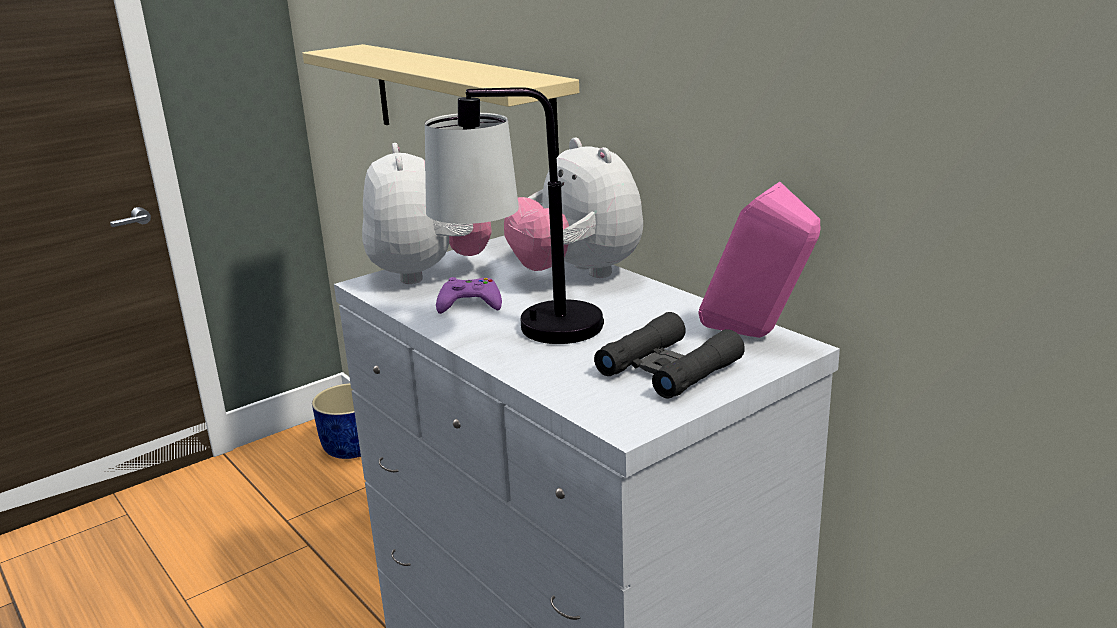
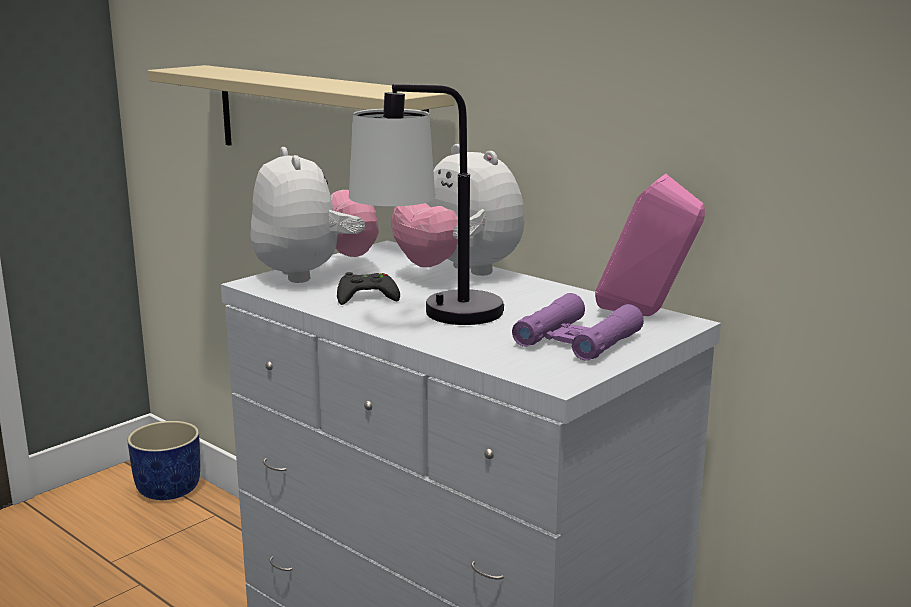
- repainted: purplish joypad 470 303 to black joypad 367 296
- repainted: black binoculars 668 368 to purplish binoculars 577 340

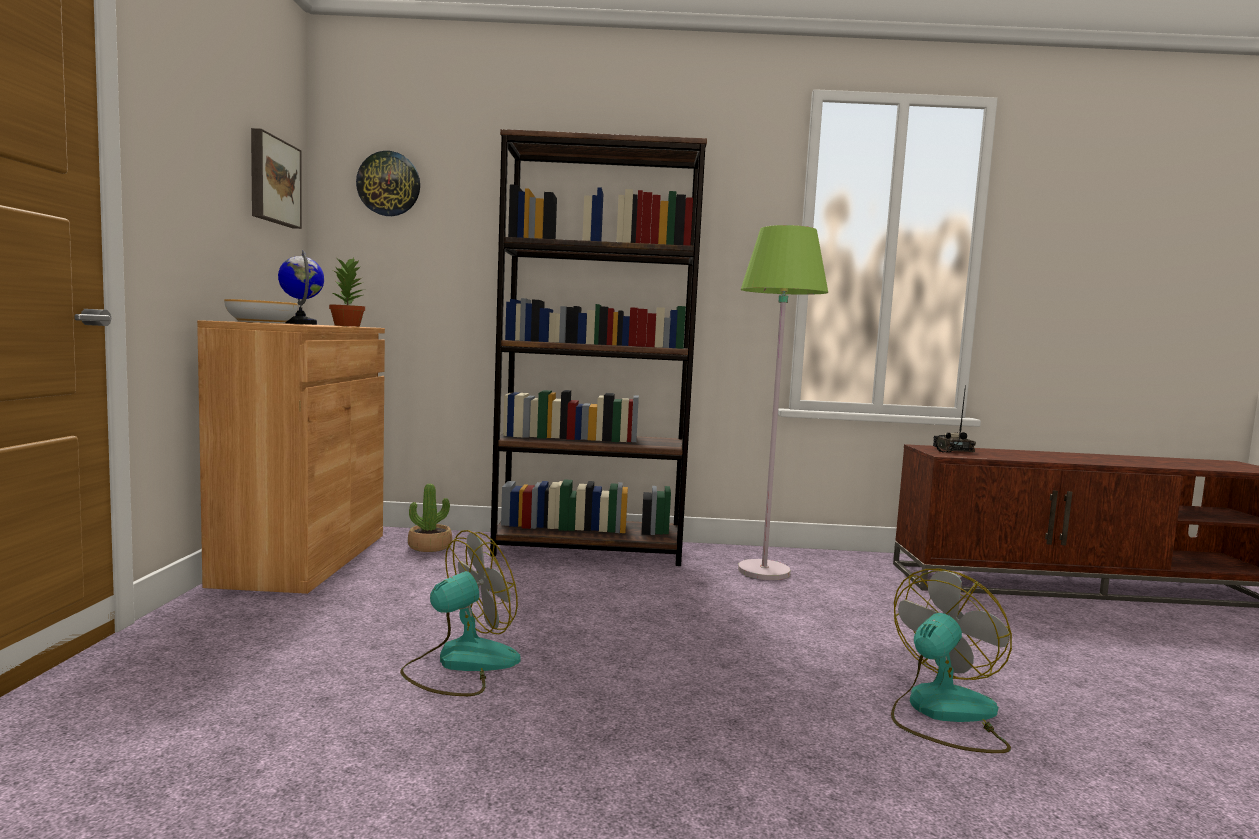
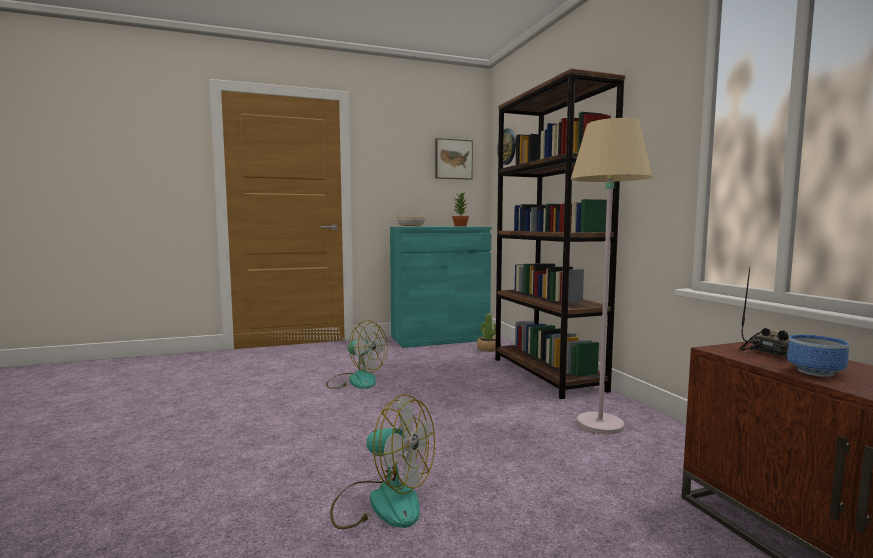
- gone: world globe 301 324
- new: bowl 816 372
- repainted: brownish cabinet 303 558 to turquoise-coloured cabinet 439 338
- repainted: green standard lamp 764 571 to beige standard lamp 600 424

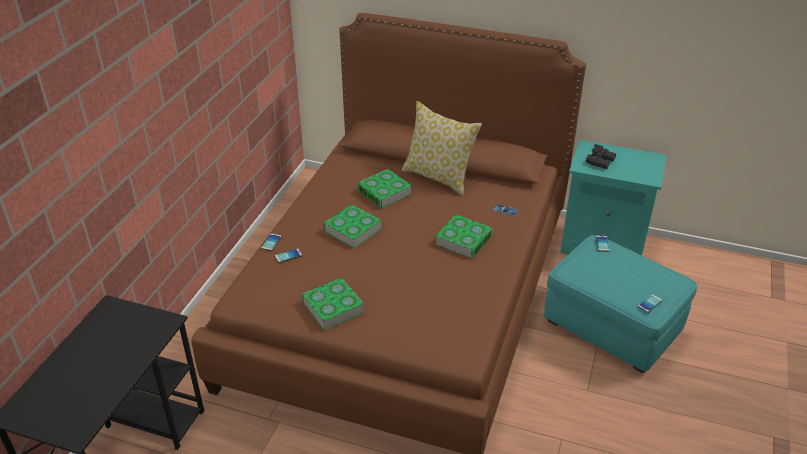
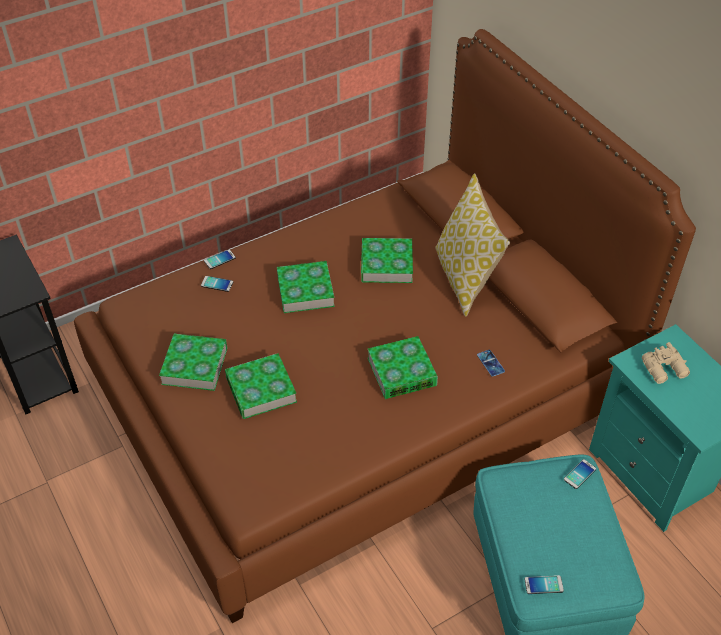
- new: volume 261 390
- repainted: black binoculars 601 161 to beige binoculars 665 370

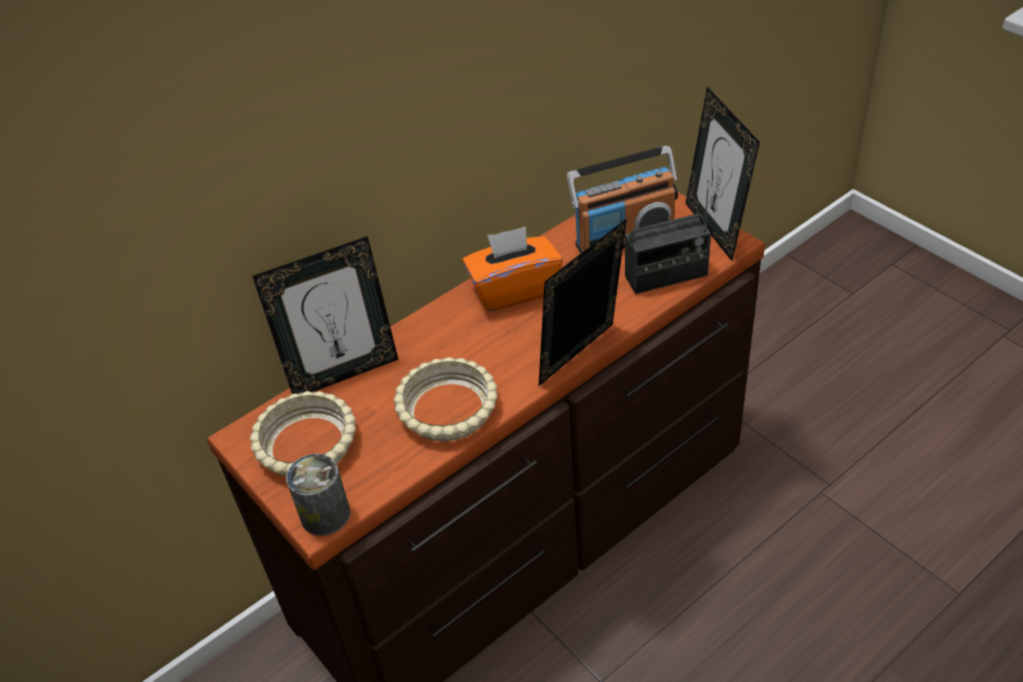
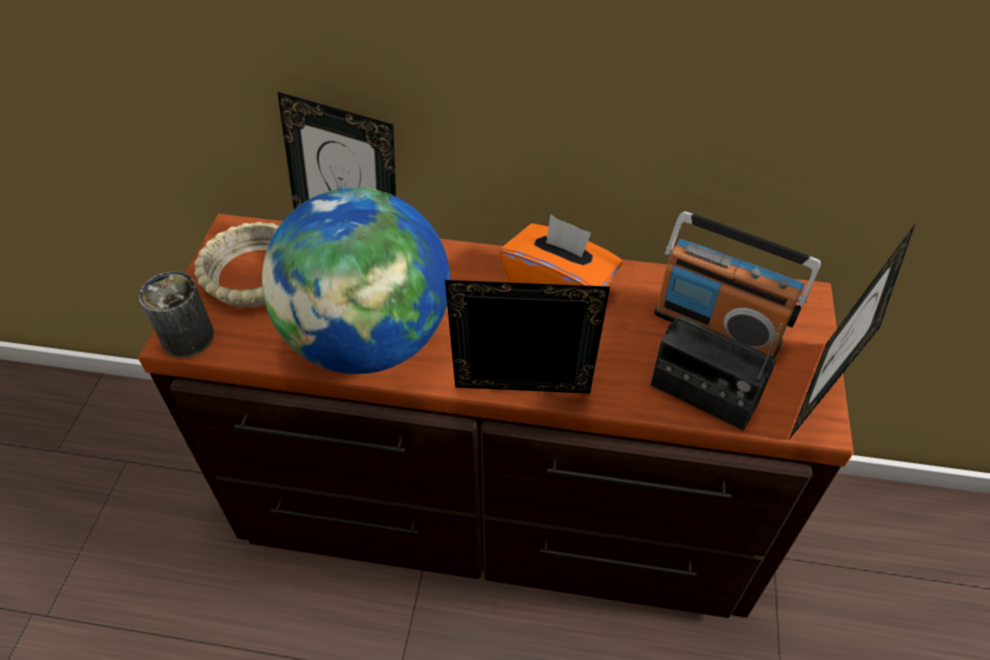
- swapped: beige bowl 448 410 to world globe 369 340

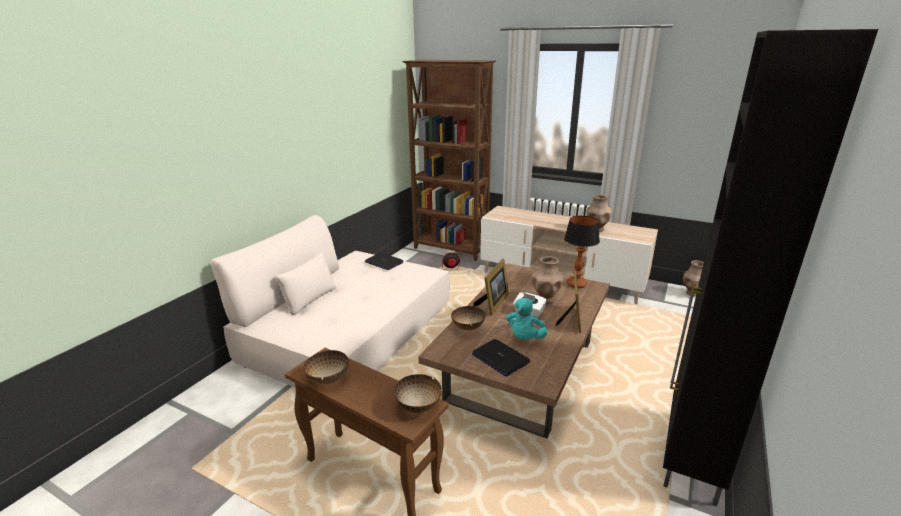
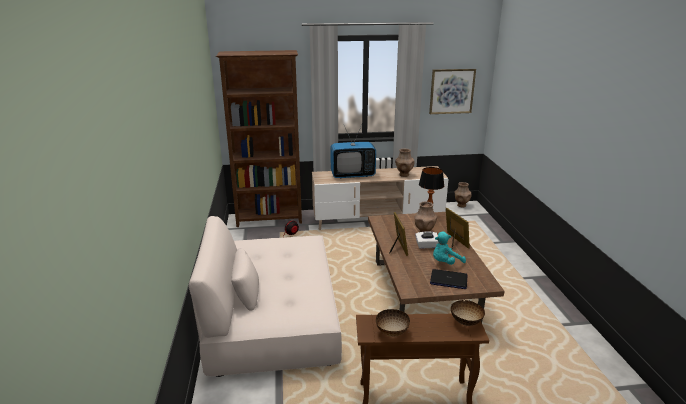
- gone: notebook computer 384 262
- gone: bowl 467 327
- gone: black cabinet 691 456
- new: television 352 175
- new: picture 451 91
- rotated: turquoise-coloured plush toy 525 338 = 445 262 75 degrees clockwise

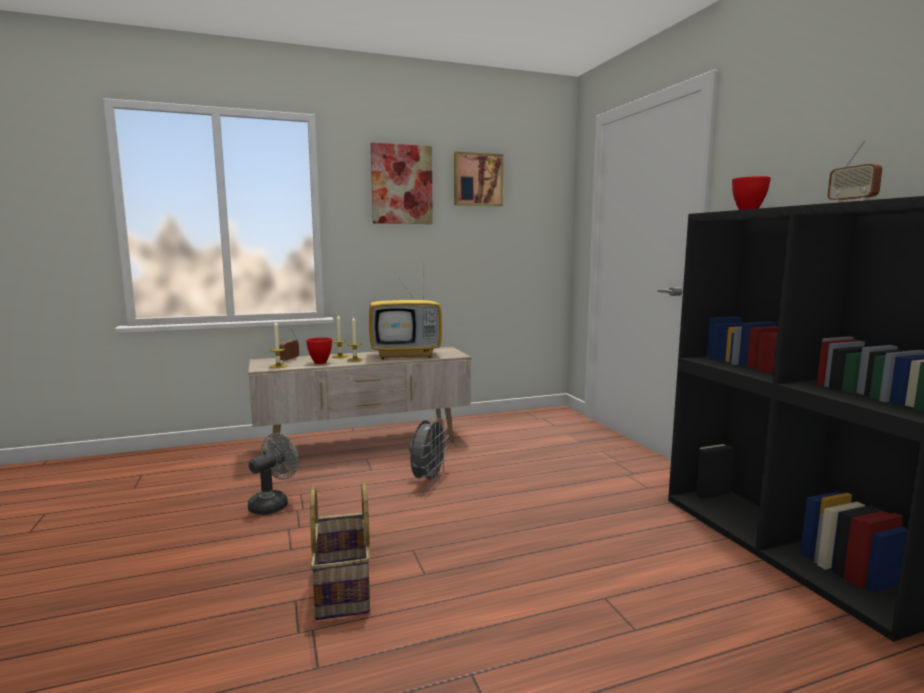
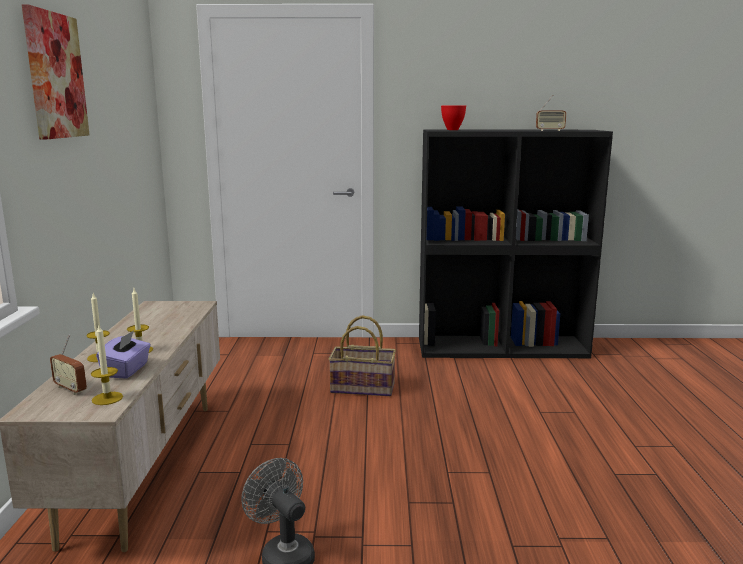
- gone: television 406 355
- gone: gray cooling fan 428 480
- gone: picture 477 180
- shifted: storage basket 344 588 to 363 387
- swapped: reddish bowl 320 362 to purplish tissue box 126 370

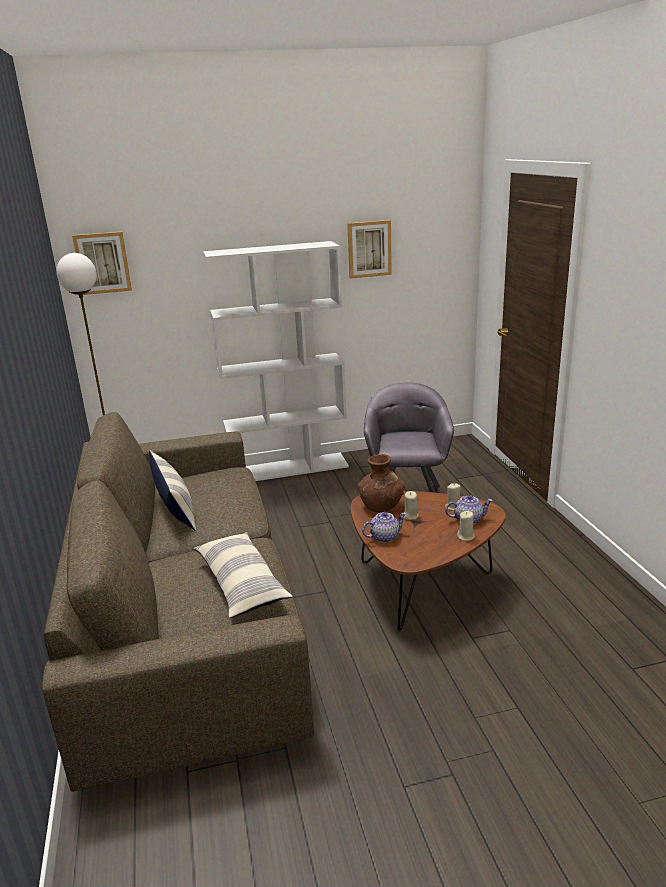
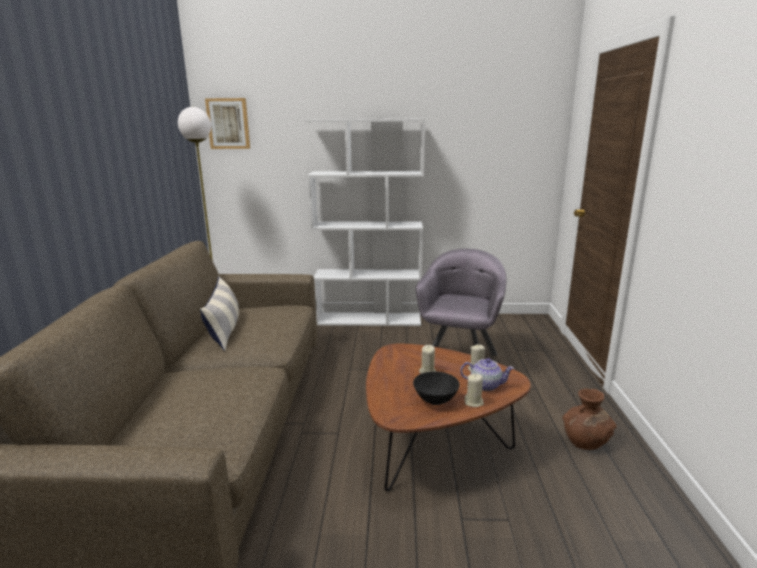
- gone: throw pillow 241 584
- gone: picture 369 249
- gone: teapot 384 537
- new: black bowl 435 401
- shifted: brownish decorative vase 381 506 to 585 442

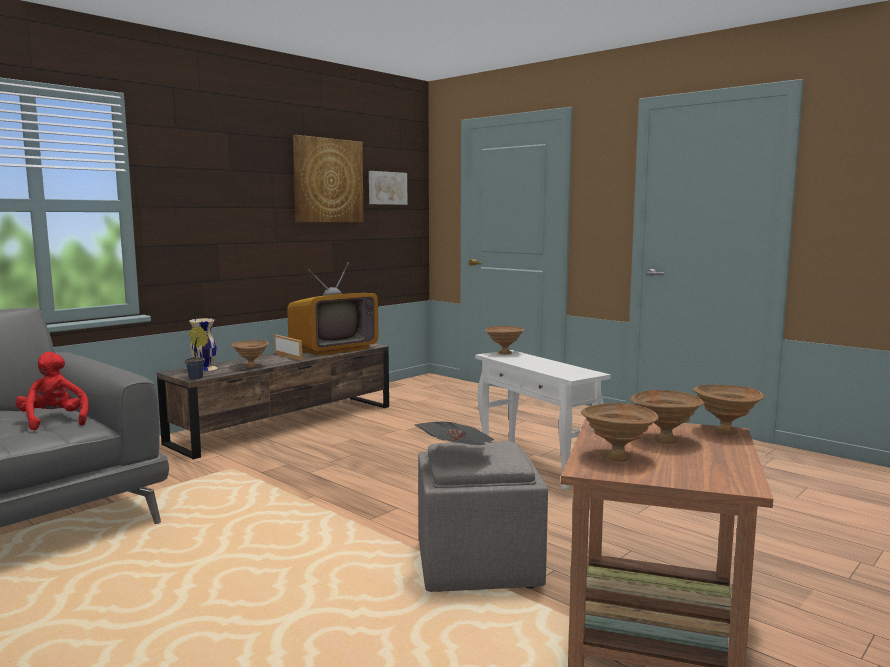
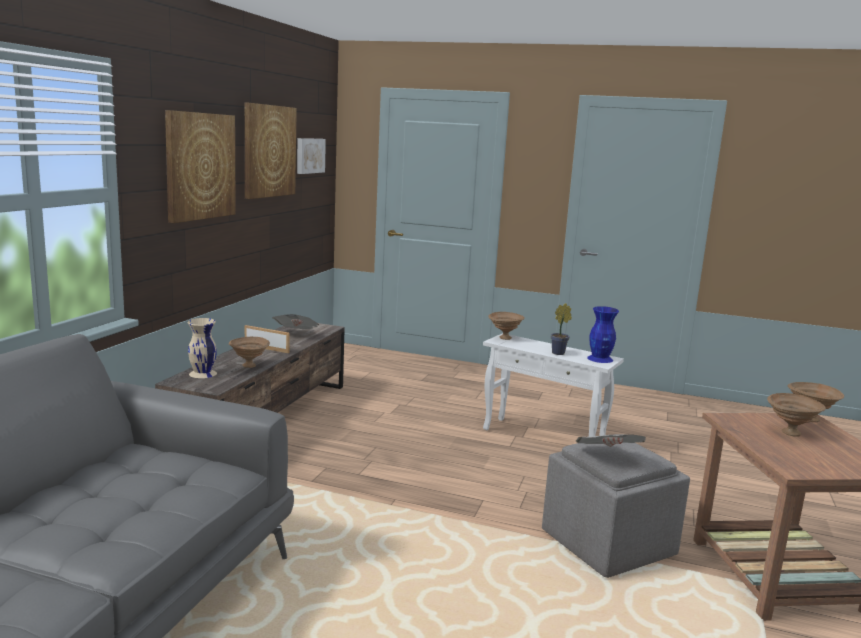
- gone: reddish plush toy 54 421
- gone: brownish bowl 616 457
- new: picture 200 166
- new: bluish decorative vase 600 359
- shifted: potted plant 197 378 to 559 353
- swapped: television 333 349 to daily paper 296 334

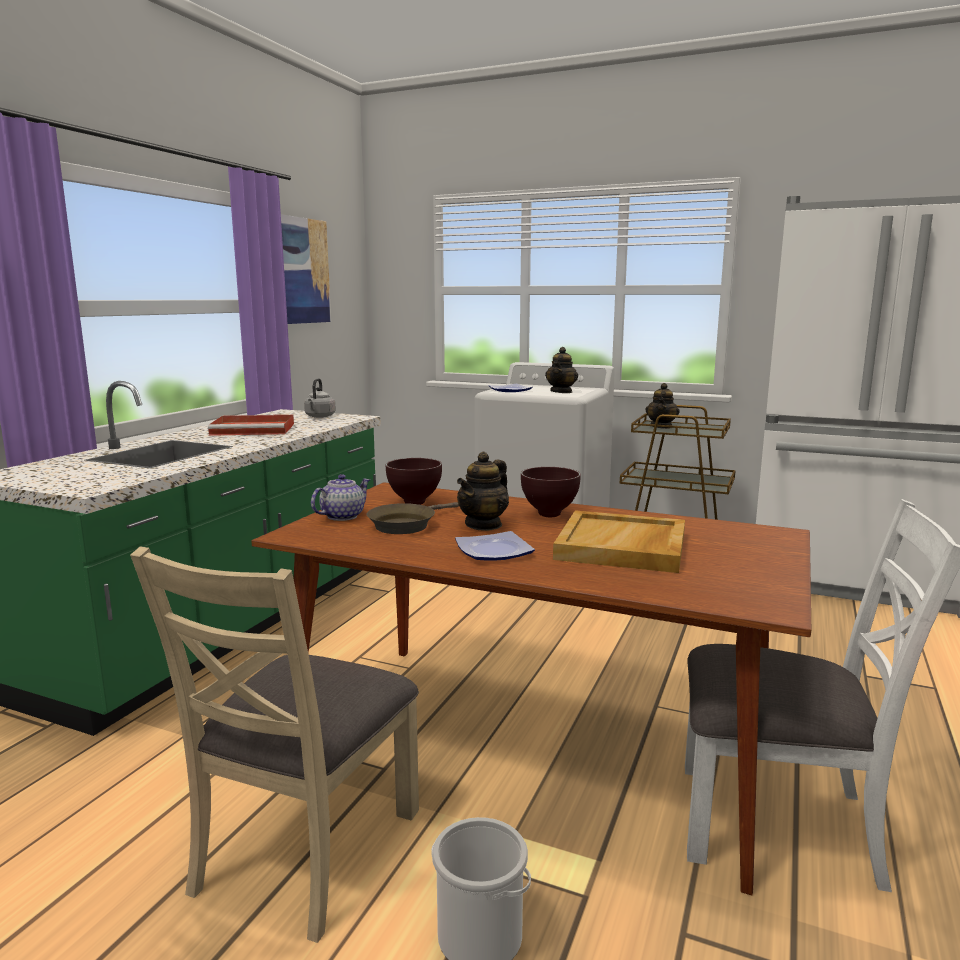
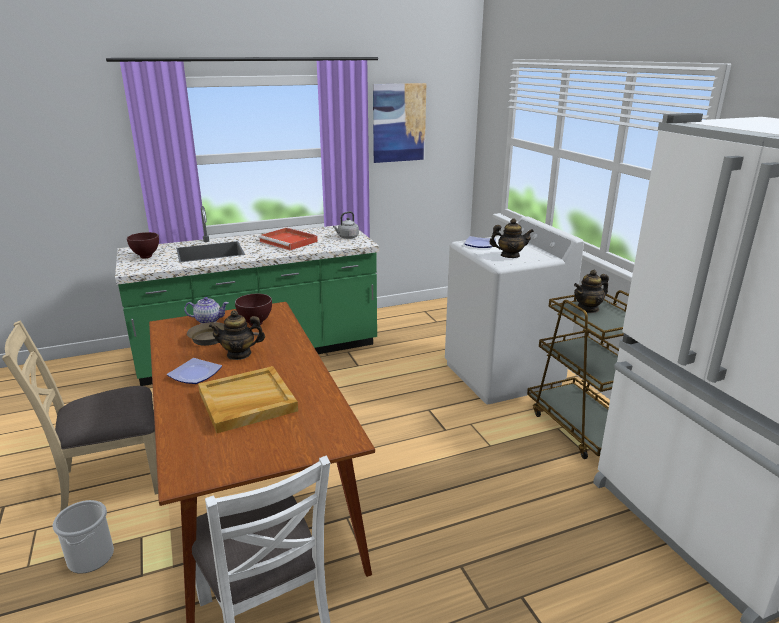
- shifted: brownish bowl 550 515 to 145 257
- rotated: teapot 561 392 = 510 256 150 degrees counterclockwise

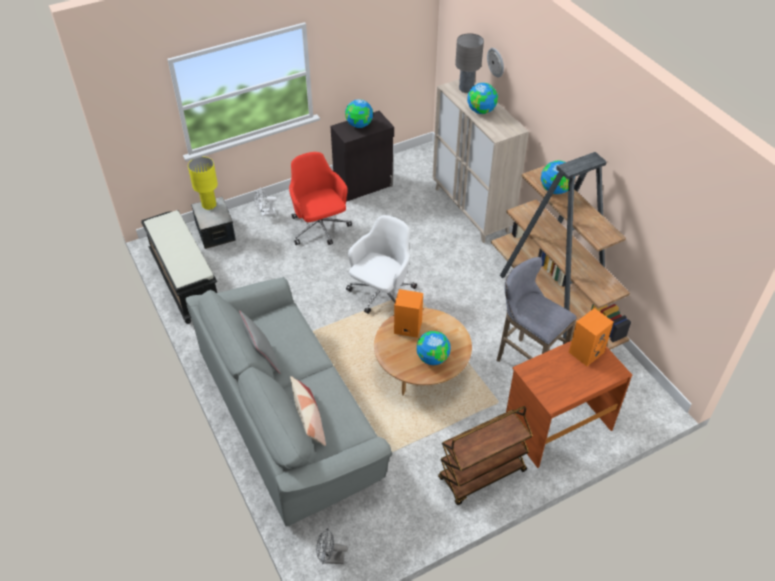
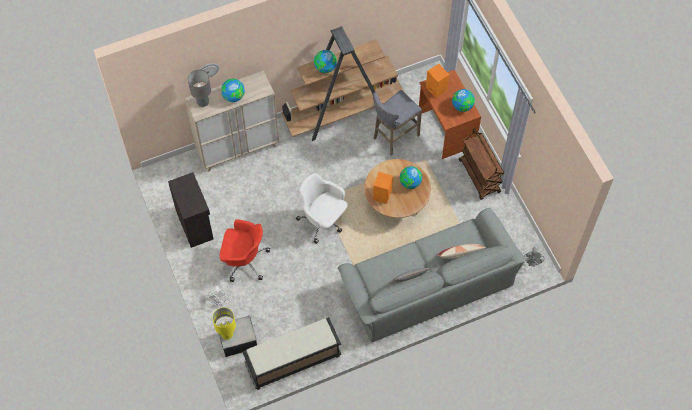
- shifted: world globe 359 125 to 462 106
- rotated: reddish desk chair 320 228 = 244 260 150 degrees counterclockwise

